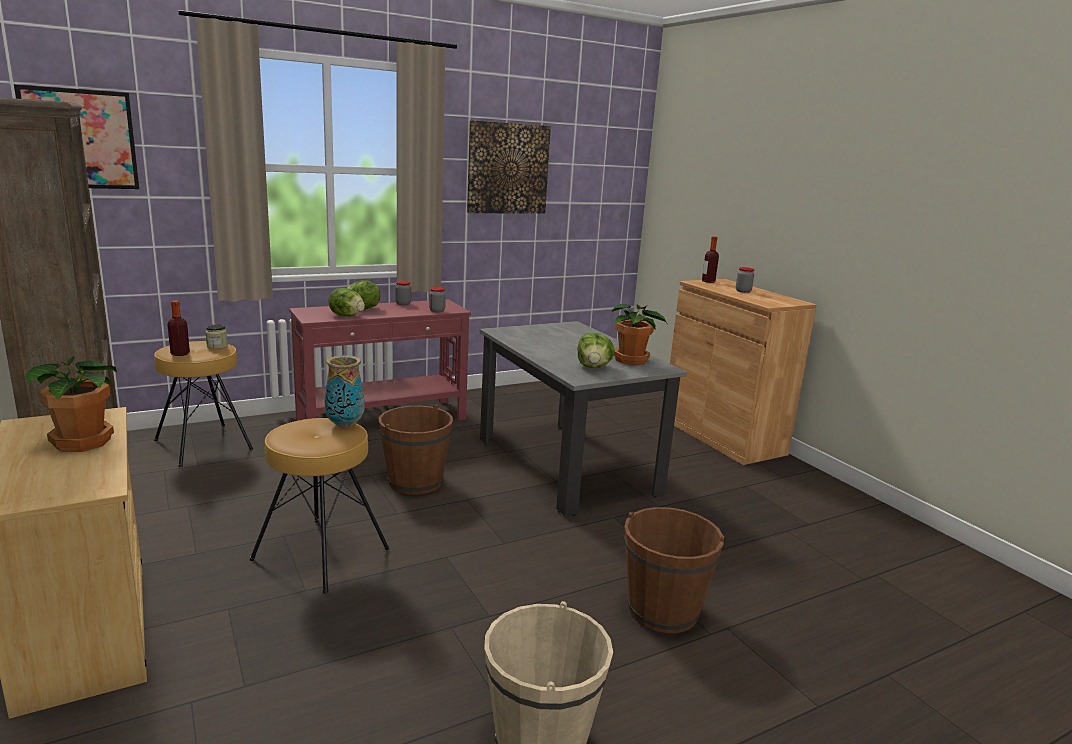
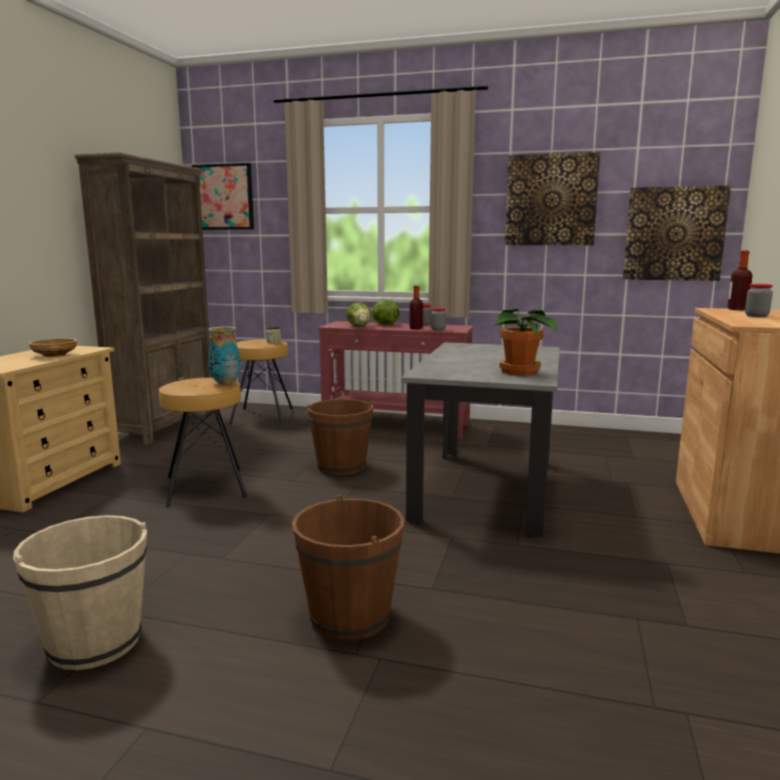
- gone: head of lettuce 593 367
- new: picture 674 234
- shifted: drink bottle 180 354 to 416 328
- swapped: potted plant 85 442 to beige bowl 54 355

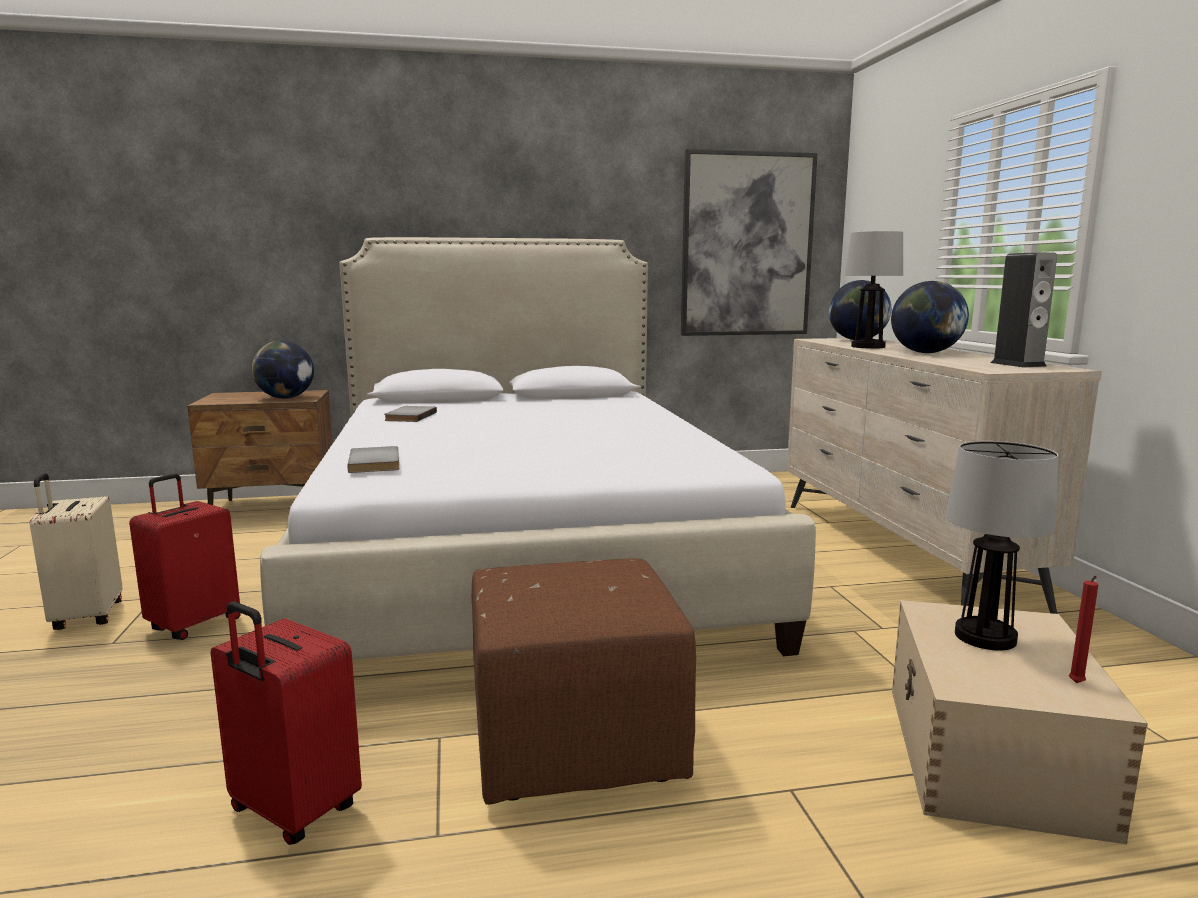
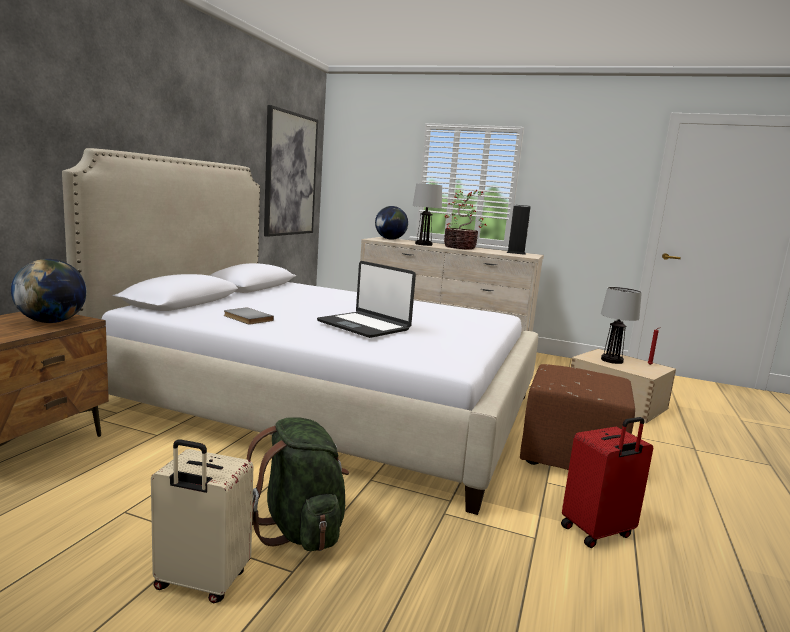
- gone: gray volume 377 463
- new: notebook computer 364 326
- swapped: reddish travel case 194 624 to green knapsack 299 529
- swapped: world globe 925 353 to potted plant 460 247

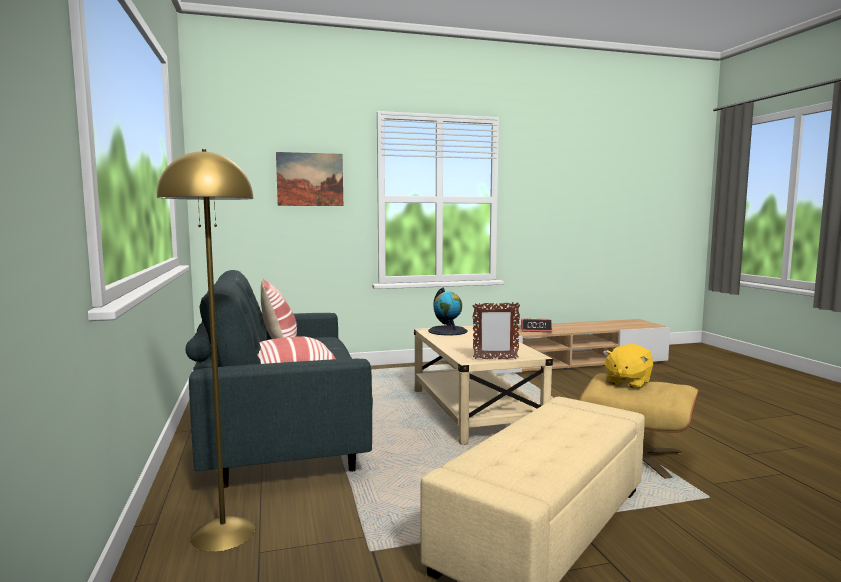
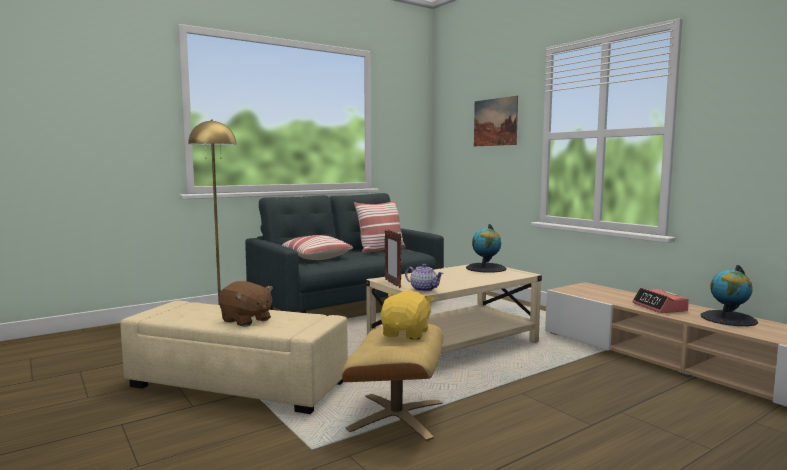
- new: brownish plush toy 246 320
- new: teapot 424 289
- new: world globe 728 319
- rotated: yellow plush toy 627 382 = 406 333 90 degrees clockwise

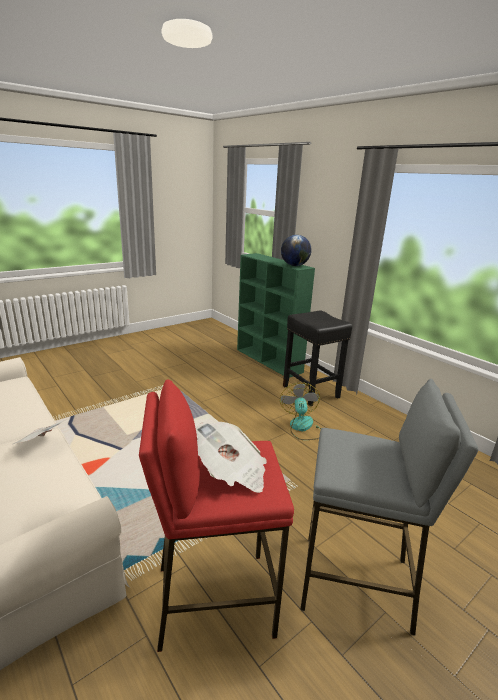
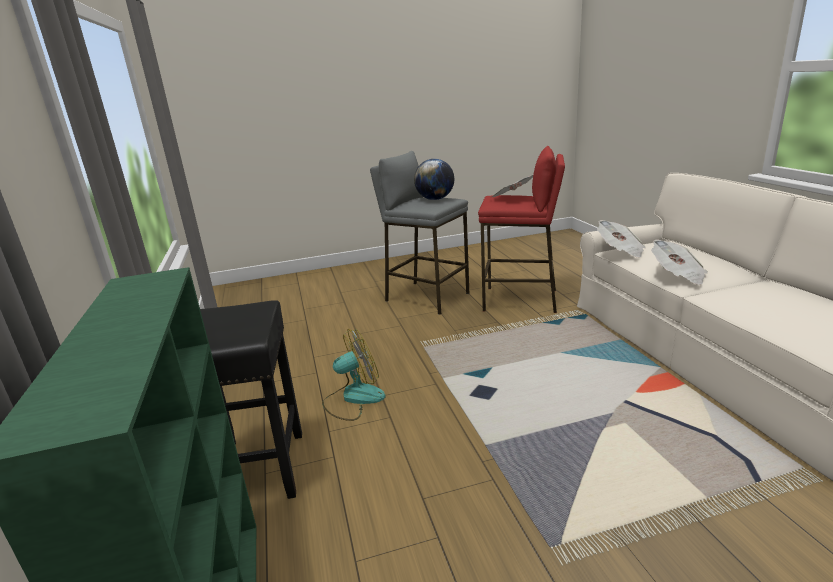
- new: daily paper 620 251
- shifted: world globe 294 265 to 435 199
- rotated: cooling fan 303 428 = 353 398 135 degrees counterclockwise

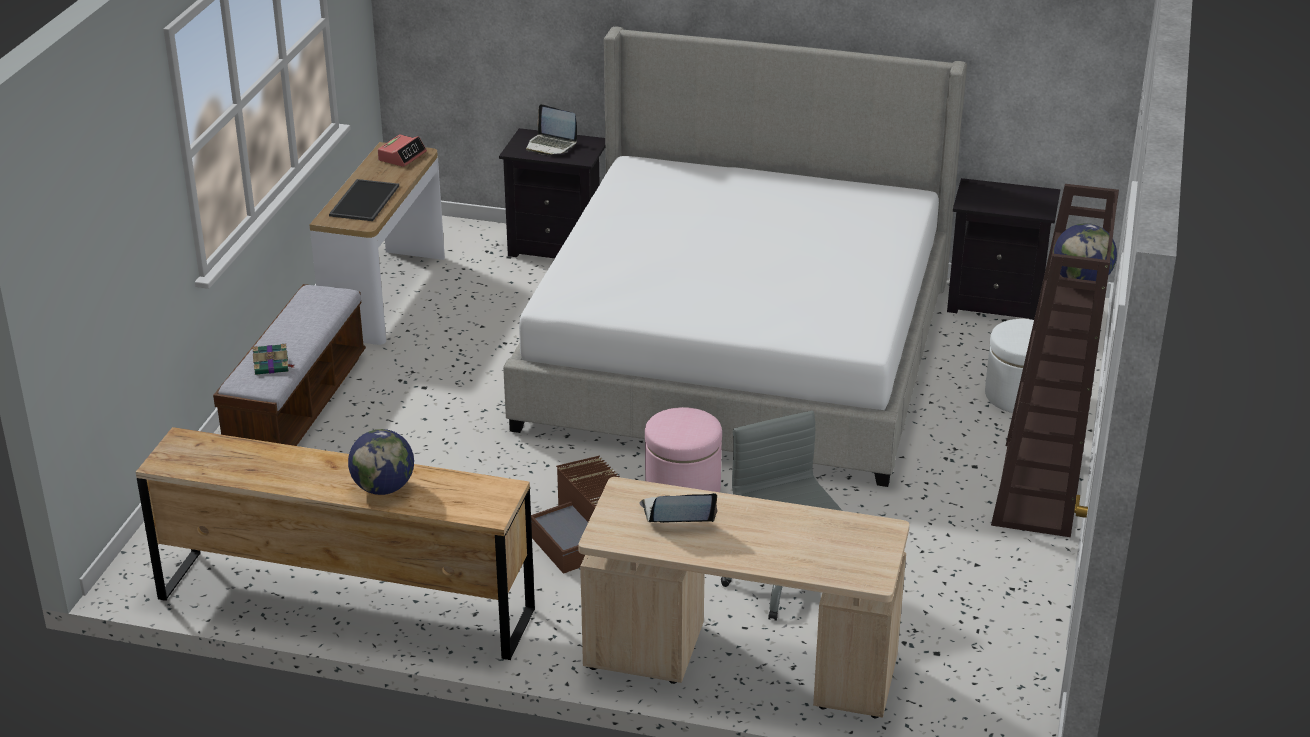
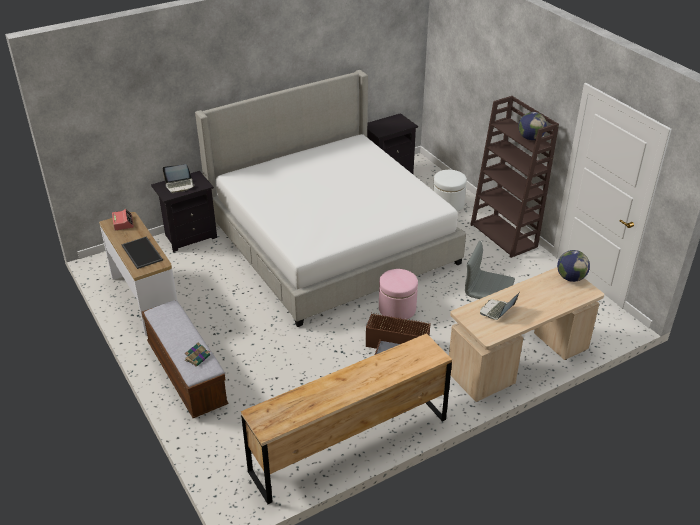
- shifted: world globe 383 488 to 570 278

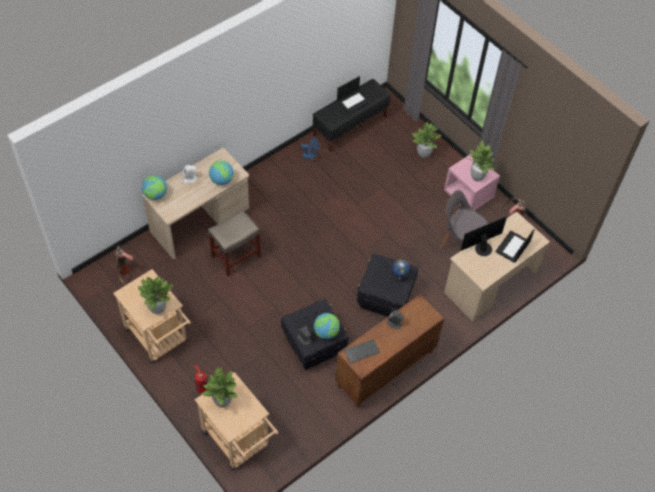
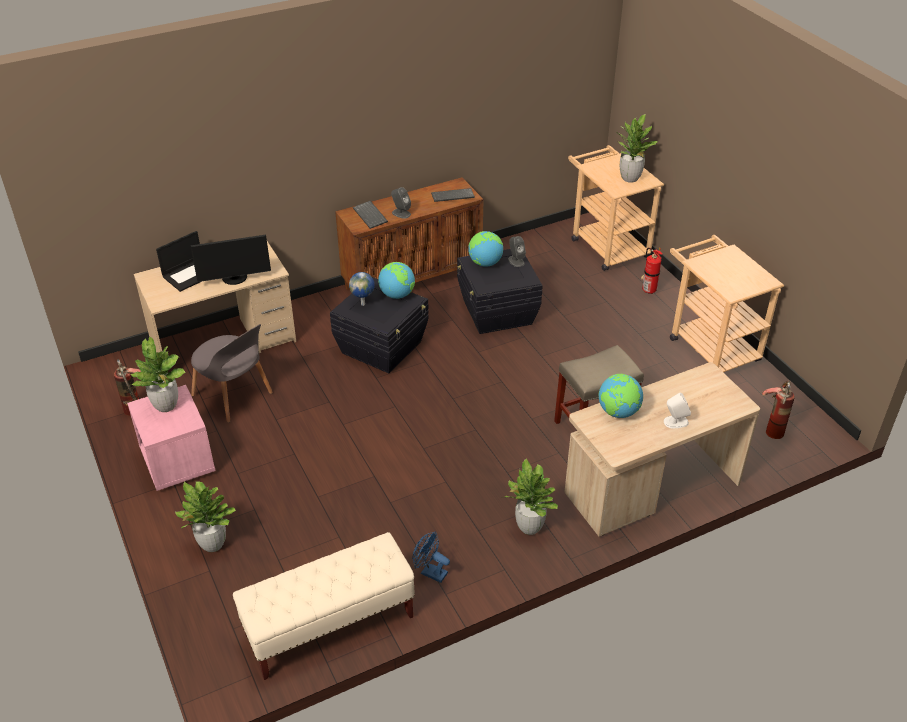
- gone: notebook computer 353 101
- new: PC keyboard 371 216
- shifted: potted plant 158 309 to 529 527
- shifted: world globe 155 195 to 397 294
- repainted: black indoor bench 350 126 to beige indoor bench 329 626

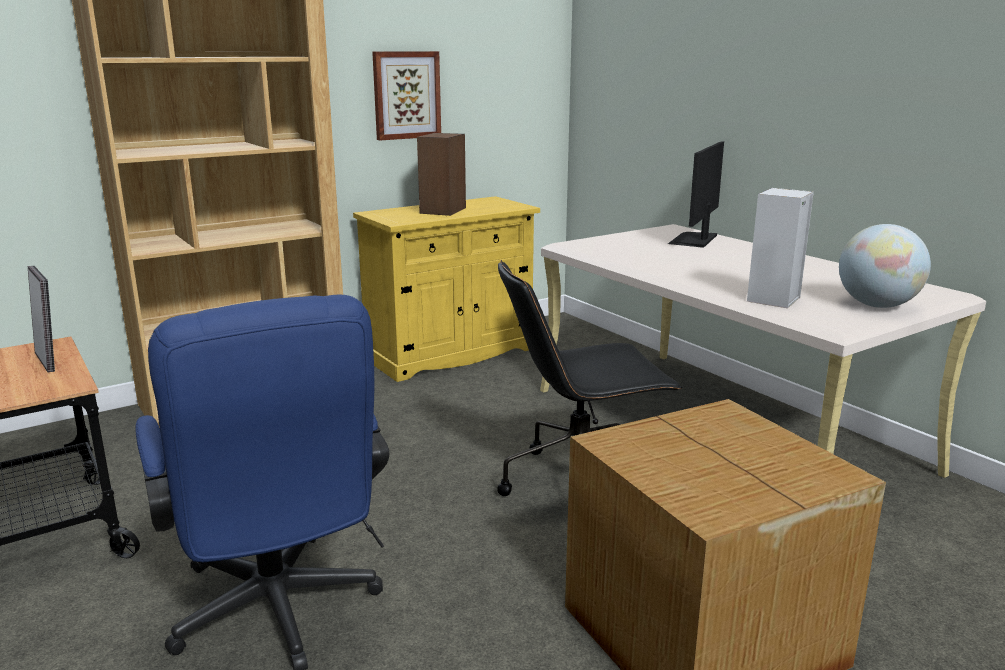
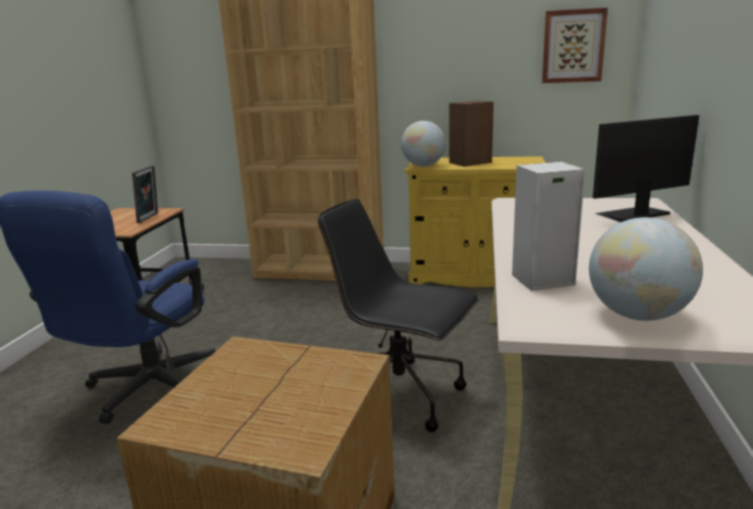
- new: world globe 423 166
- shifted: picture 406 95 to 573 46

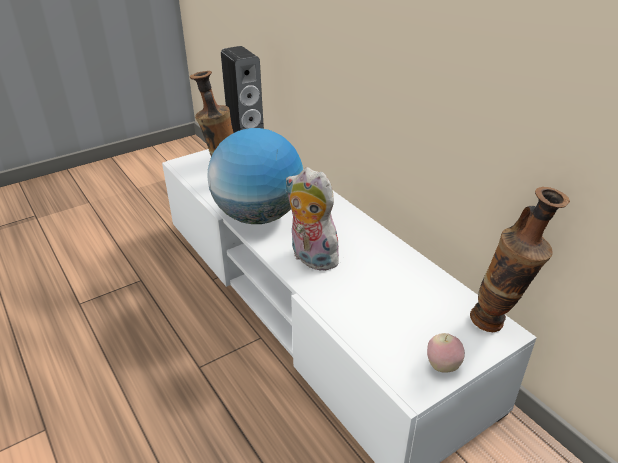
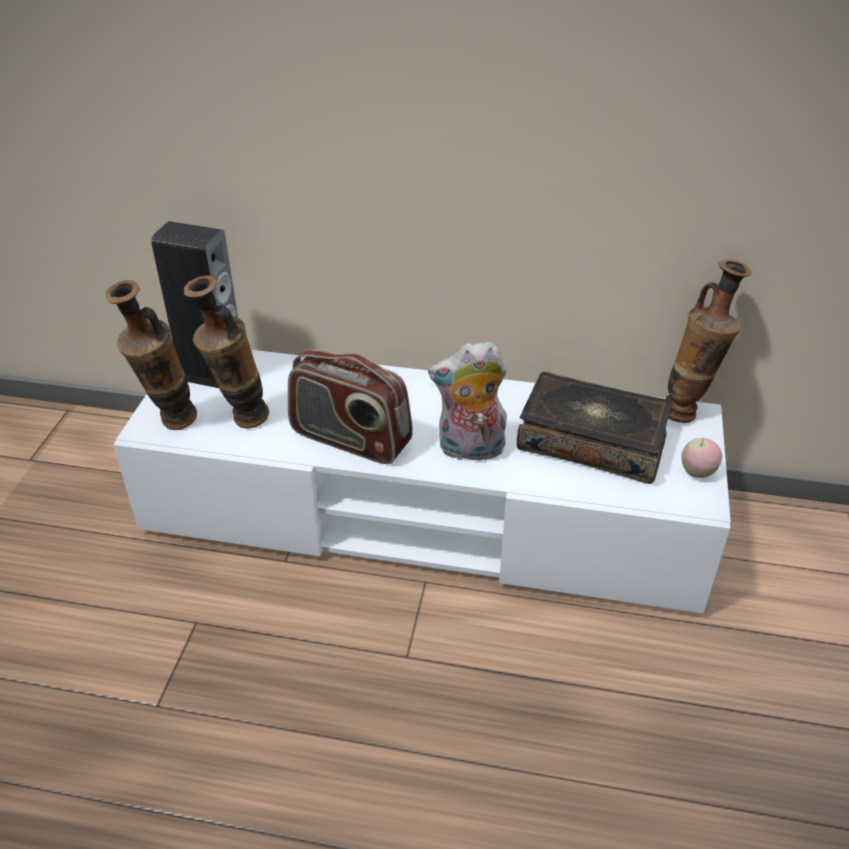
- new: decorative vase 169 425
- new: volume 592 441
- swapped: world globe 258 216 to radio 350 439

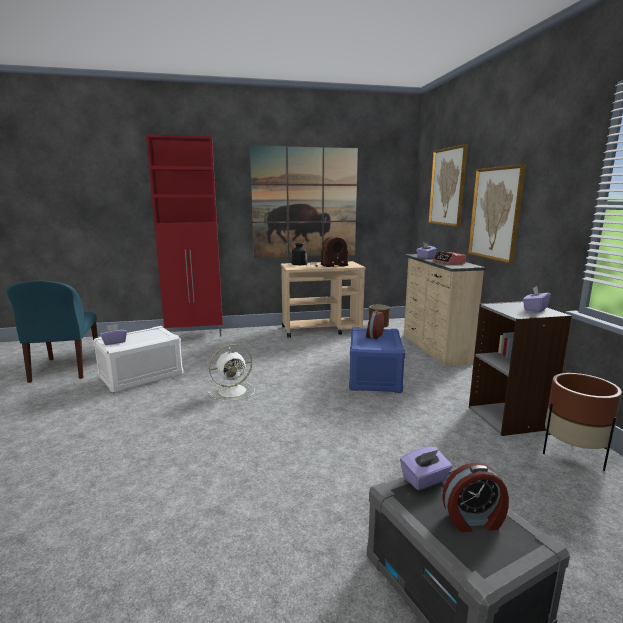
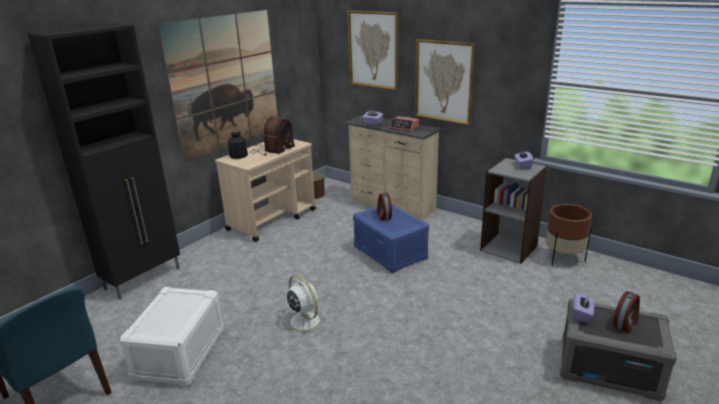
- gone: purplish tissue box 114 342
- repainted: reddish cabinet 196 334 to black cabinet 144 278
- rotated: white cooling fan 233 391 = 304 320 60 degrees counterclockwise

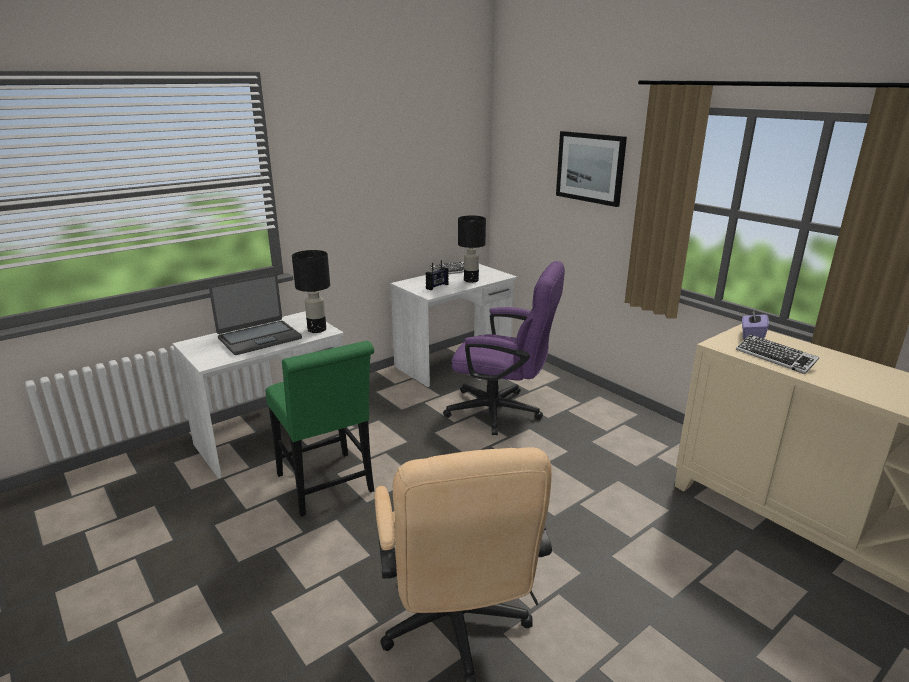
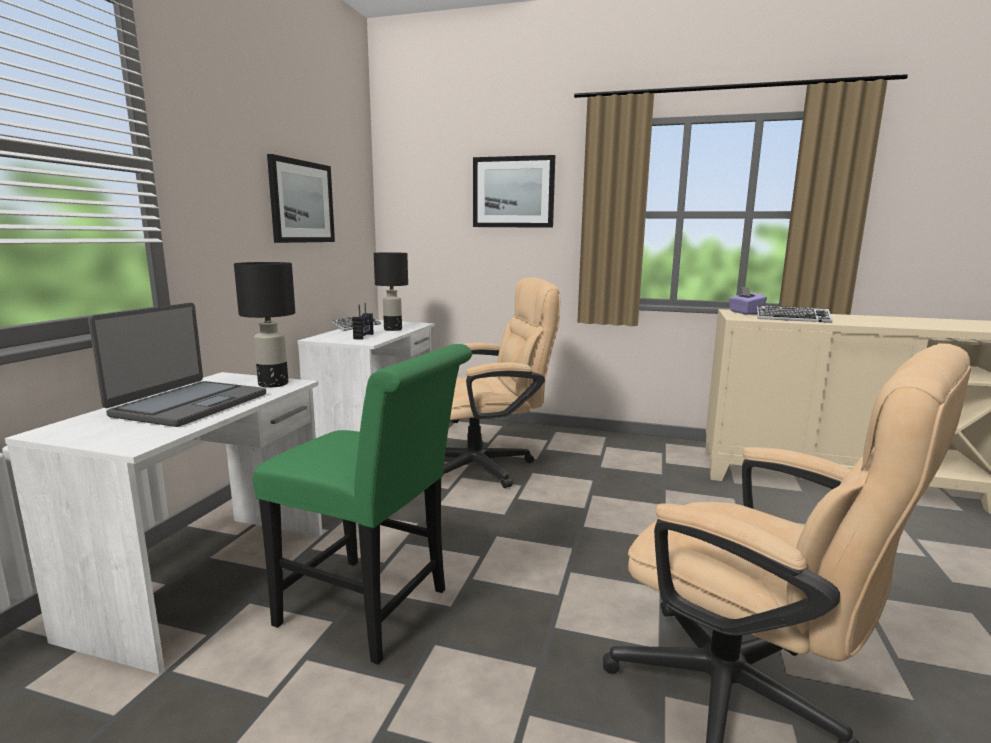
- new: picture 301 202
- repainted: purplish desk chair 502 412 to beige desk chair 487 466

